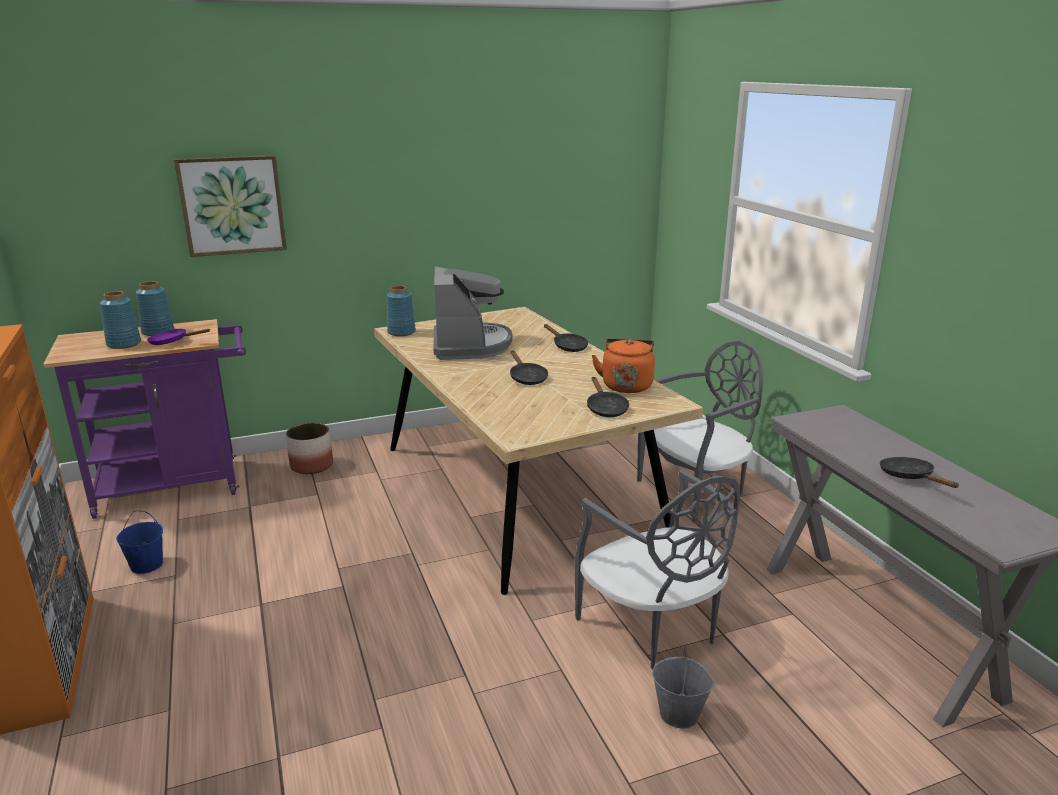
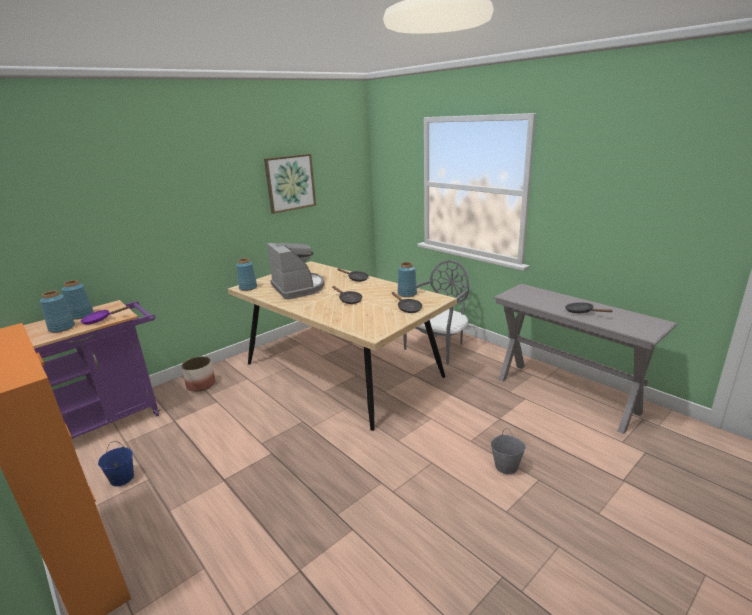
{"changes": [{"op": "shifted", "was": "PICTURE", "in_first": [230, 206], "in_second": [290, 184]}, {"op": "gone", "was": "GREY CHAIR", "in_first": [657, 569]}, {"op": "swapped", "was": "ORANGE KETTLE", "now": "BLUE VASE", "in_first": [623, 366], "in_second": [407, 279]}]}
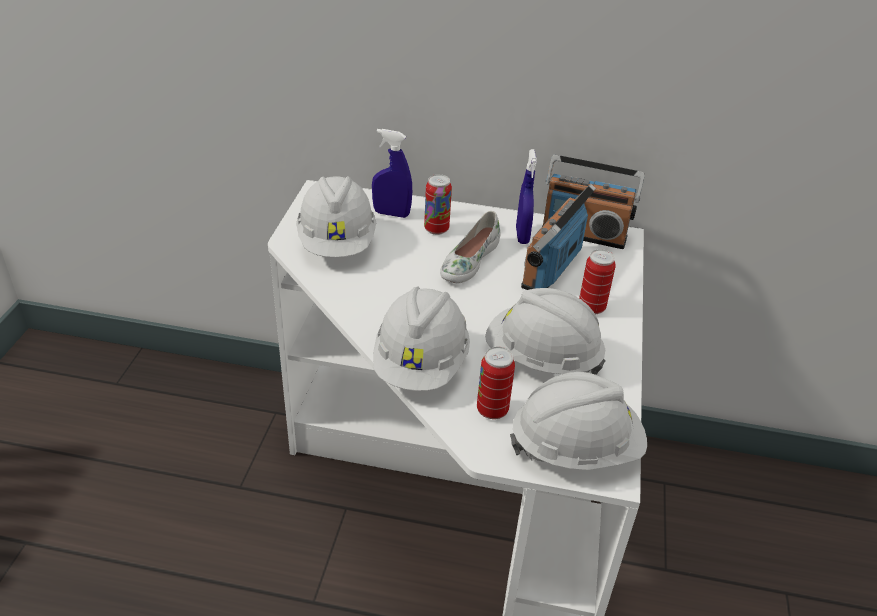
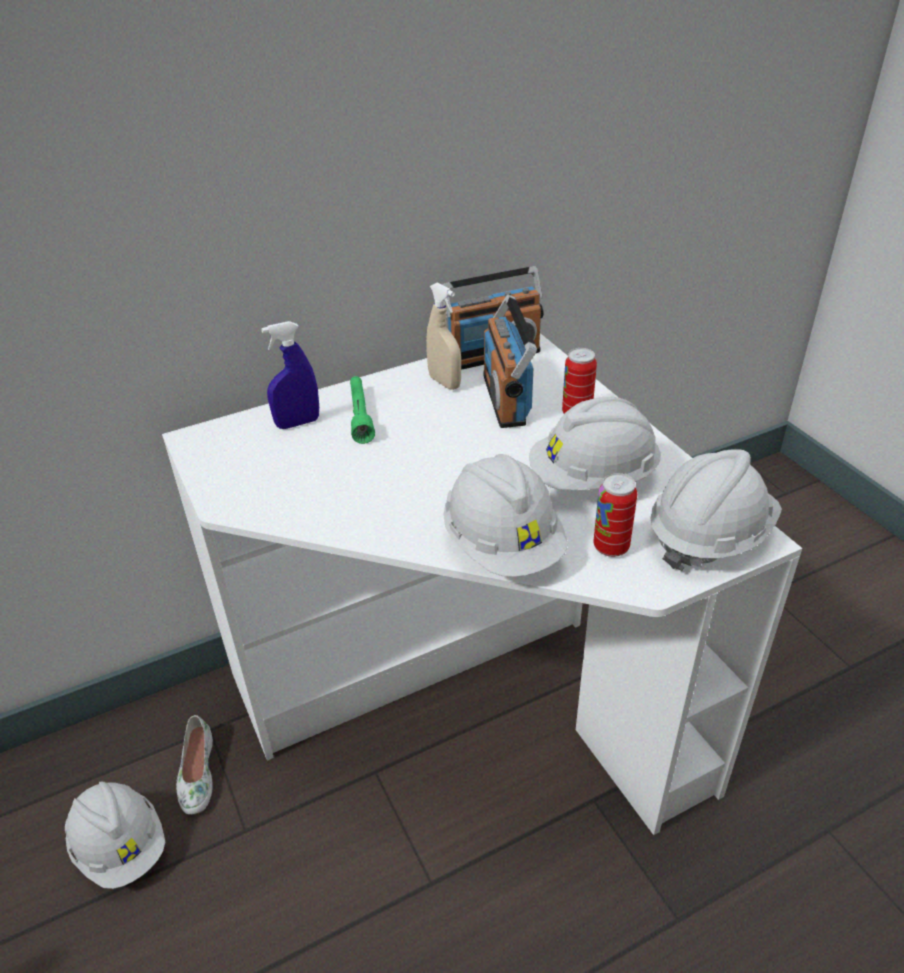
{"changes": [{"op": "shifted", "was": "WHITE HARD HAT", "in_first": [336, 217], "in_second": [115, 835]}, {"op": "swapped", "was": "CAN", "now": "GREEN FLASHLIGHT", "in_first": [438, 204], "in_second": [362, 410]}, {"op": "shifted", "was": "WHITE SHOE", "in_first": [470, 247], "in_second": [194, 764]}, {"op": "repainted", "was": "BLUE SPRAY BOTTLE", "now": "BEIGE SPRAY BOTTLE", "in_first": [526, 196], "in_second": [443, 336]}]}
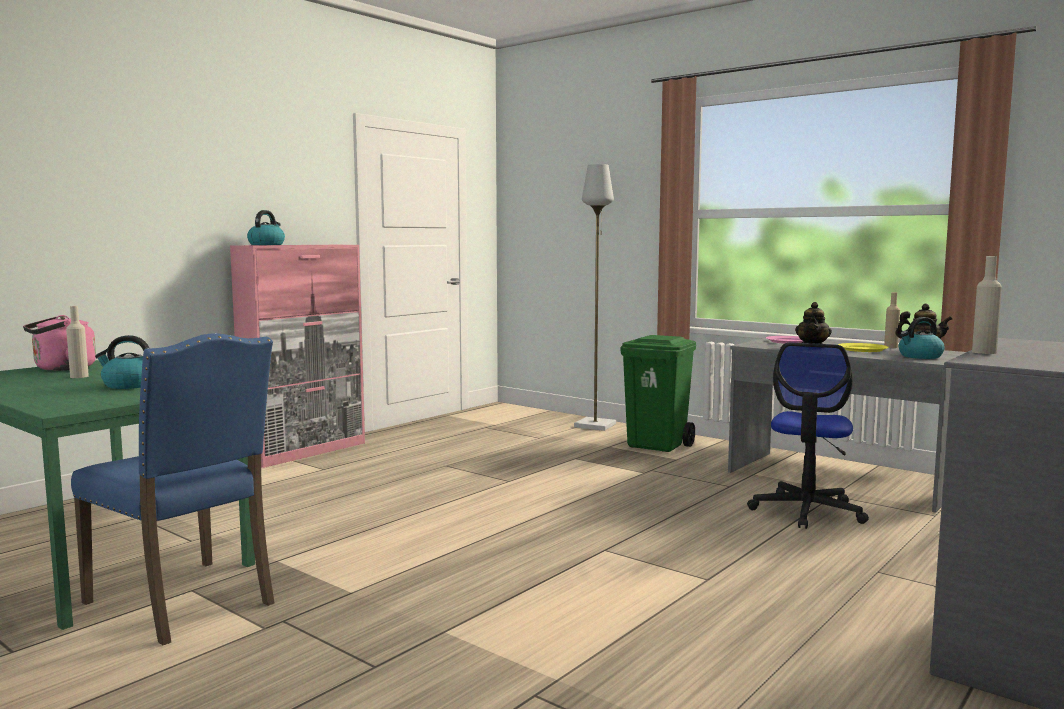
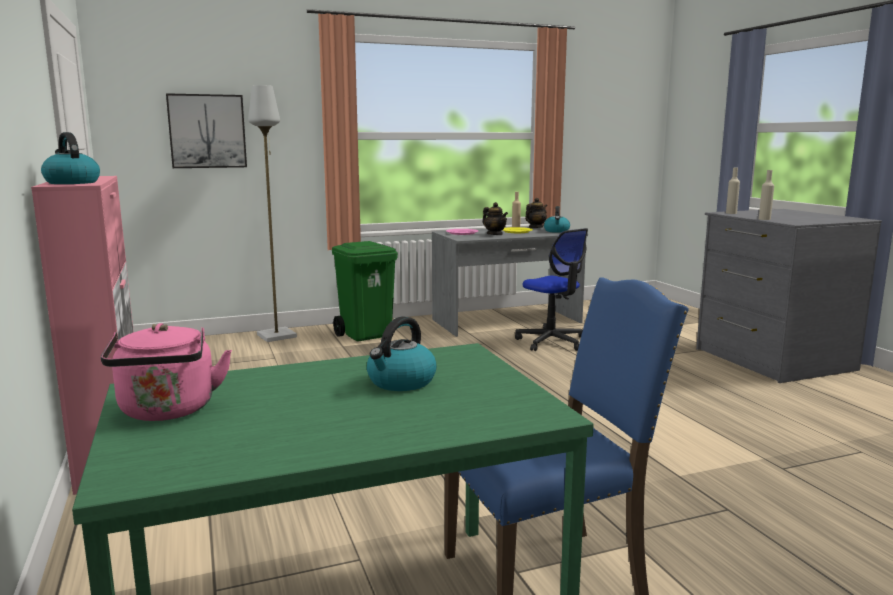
{"changes": [{"op": "shifted", "was": "BEIGE BOTTLE", "in_first": [77, 342], "in_second": [733, 191]}, {"op": "new", "now": "PICTURE", "in_second": [206, 130]}]}
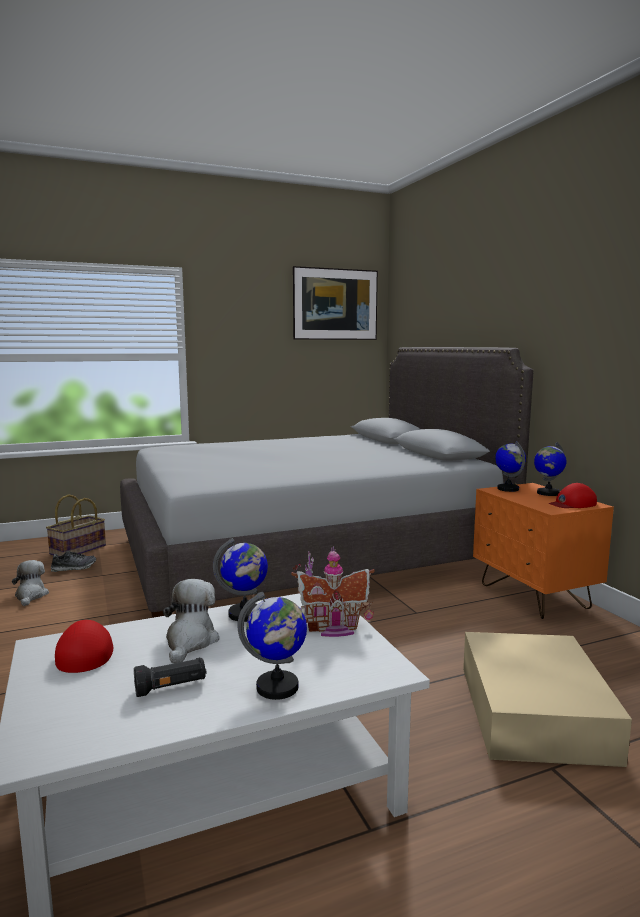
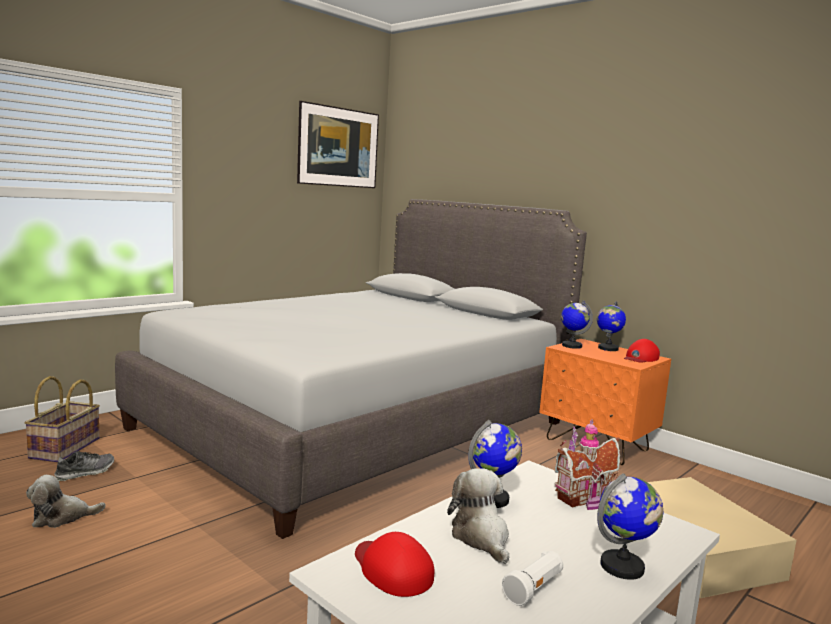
{"changes": [{"op": "rotated", "was": "PLUSH TOY", "in_first": [30, 583], "in_second": [66, 501], "clockwise": -75}, {"op": "repainted", "was": "BLACK FLASHLIGHT", "now": "WHITE FLASHLIGHT", "in_first": [170, 677], "in_second": [532, 578]}]}
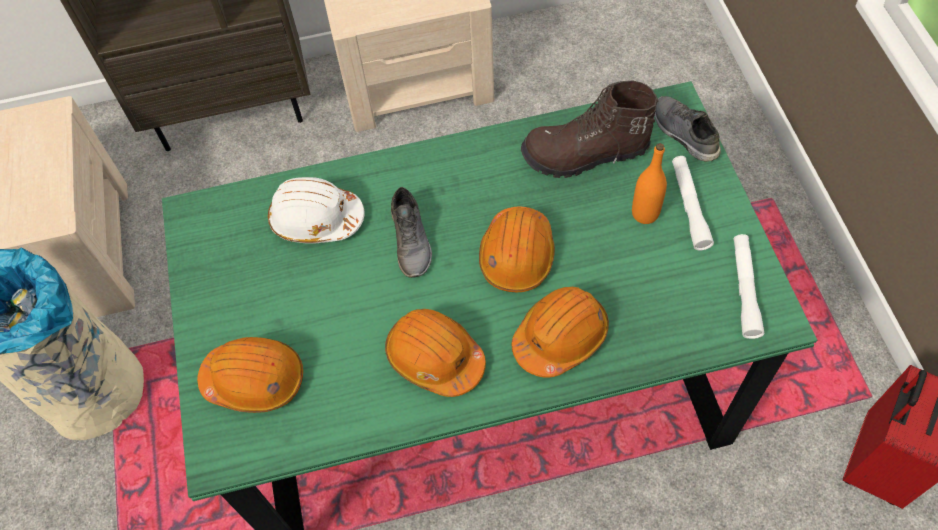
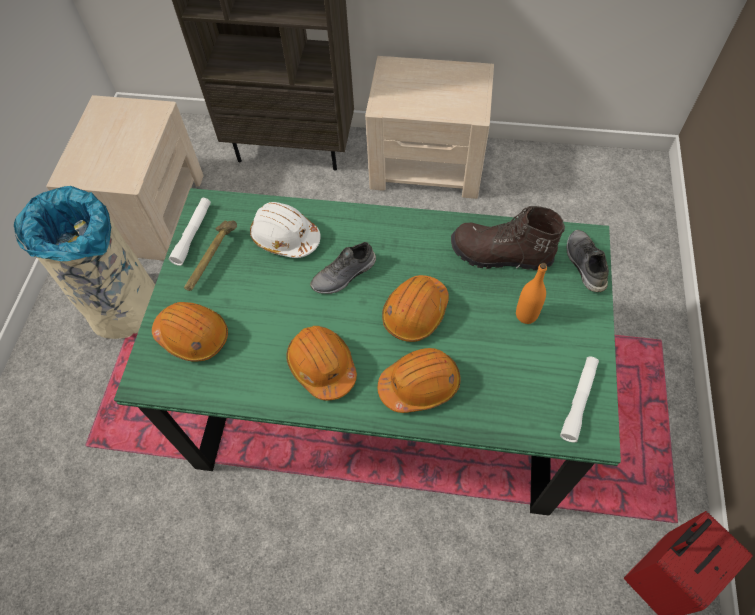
{"changes": [{"op": "rotated", "was": "GREY SHOE", "in_first": [411, 232], "in_second": [343, 268], "clockwise": 45}, {"op": "shifted", "was": "WHITE FLASHLIGHT", "in_first": [693, 203], "in_second": [190, 232]}, {"op": "new", "now": "HAMMER", "in_second": [210, 255]}]}
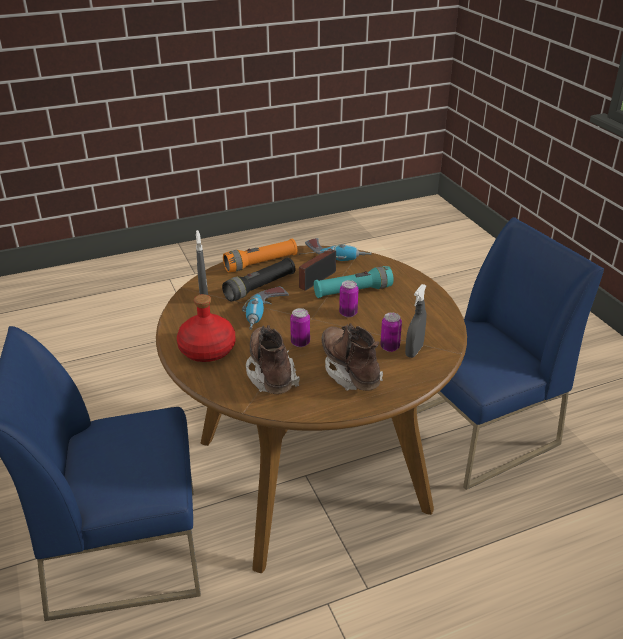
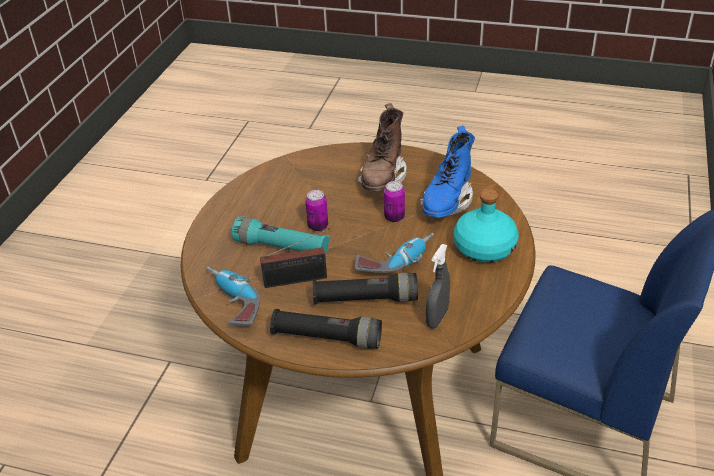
{"changes": [{"op": "repainted", "was": "RED BOTTLE", "now": "TURQUOISE BOTTLE", "in_first": [206, 328], "in_second": [486, 225]}, {"op": "repainted", "was": "ORANGE FLASHLIGHT", "now": "BLACK FLASHLIGHT", "in_first": [260, 255], "in_second": [326, 329]}, {"op": "repainted", "was": "BROWN BOOT", "now": "BLUE BOOT", "in_first": [273, 359], "in_second": [447, 172]}, {"op": "gone", "was": "CAN", "in_first": [391, 332]}, {"op": "gone", "was": "GREY SPRAY BOTTLE", "in_first": [415, 321]}, {"op": "gone", "was": "BLUE CHAIR", "in_first": [510, 353]}]}
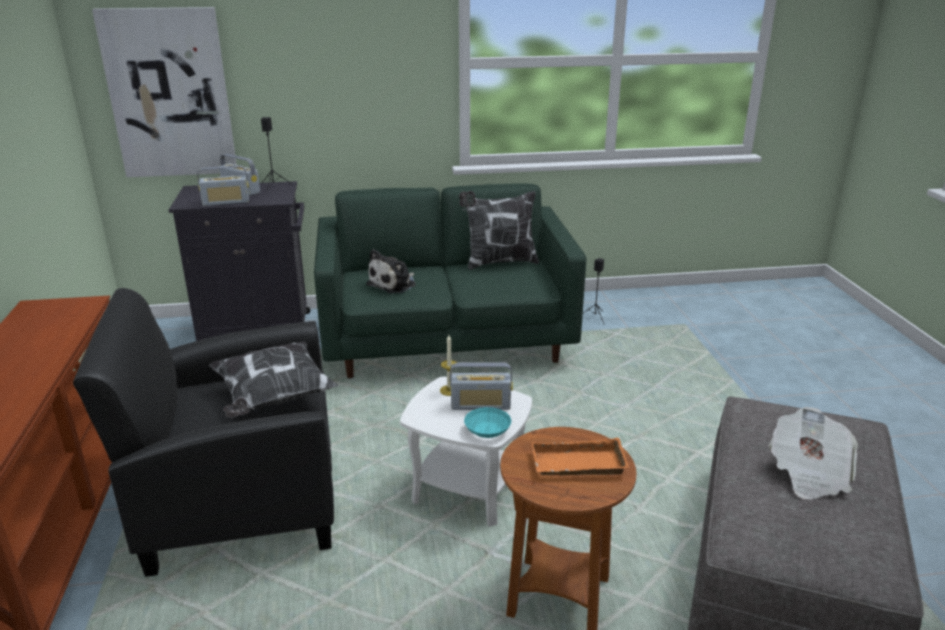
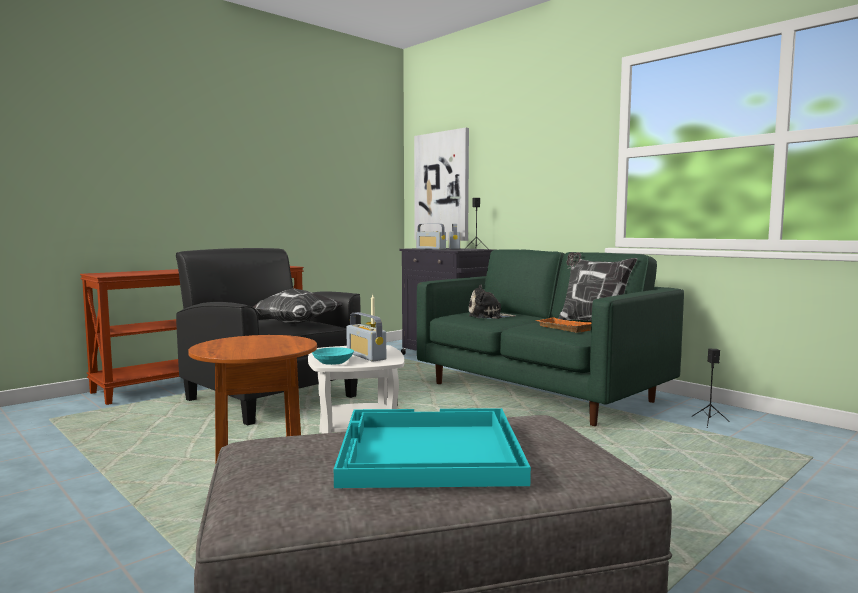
{"changes": [{"op": "shifted", "was": "ORANGE TRAY", "in_first": [580, 456], "in_second": [564, 325]}, {"op": "swapped", "was": "NEWSPAPER", "now": "TURQUOISE TRAY", "in_first": [813, 453], "in_second": [432, 448]}]}
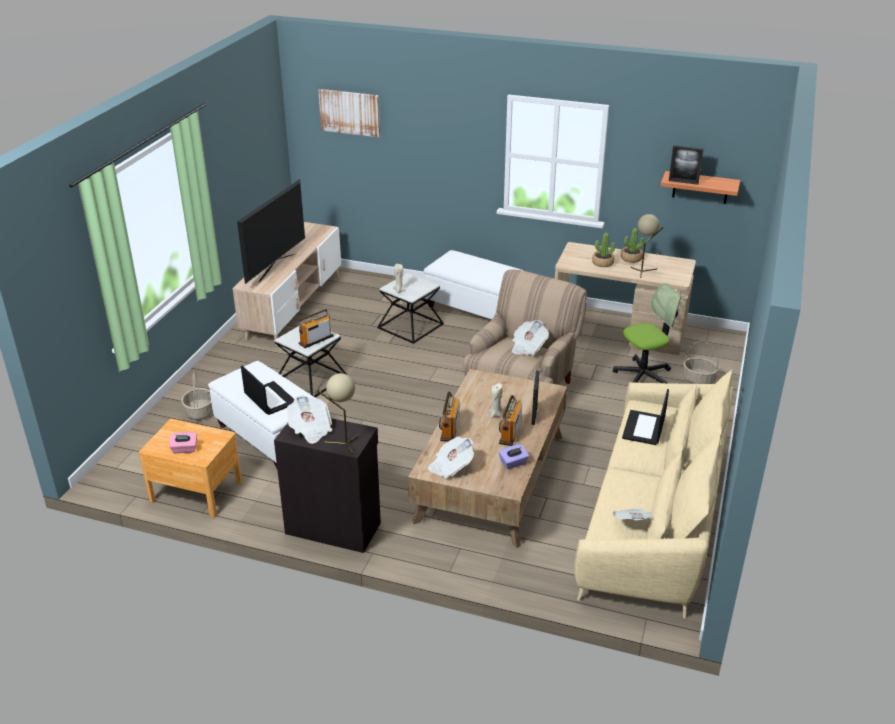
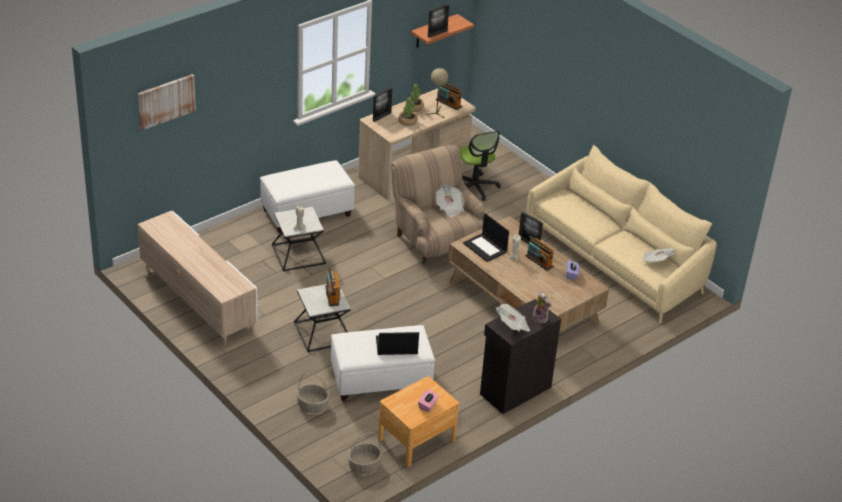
{"changes": [{"op": "gone", "was": "TELEVISION", "in_first": [271, 231]}, {"op": "swapped", "was": "BEIGE TABLE LAMP", "now": "PLUSH TOY", "in_first": [338, 413], "in_second": [542, 308]}, {"op": "gone", "was": "NEWSPAPER", "in_first": [451, 457]}, {"op": "shifted", "was": "RADIO", "in_first": [449, 416], "in_second": [449, 96]}, {"op": "rotated", "was": "OFFICE CHAIR", "in_first": [647, 333], "in_second": [480, 166], "clockwise": 150}, {"op": "shifted", "was": "LAPTOP", "in_first": [645, 417], "in_second": [486, 237]}, {"op": "shifted", "was": "BASKET", "in_first": [701, 362], "in_second": [365, 453]}, {"op": "new", "now": "PICTURE FRAME", "in_second": [382, 104]}]}
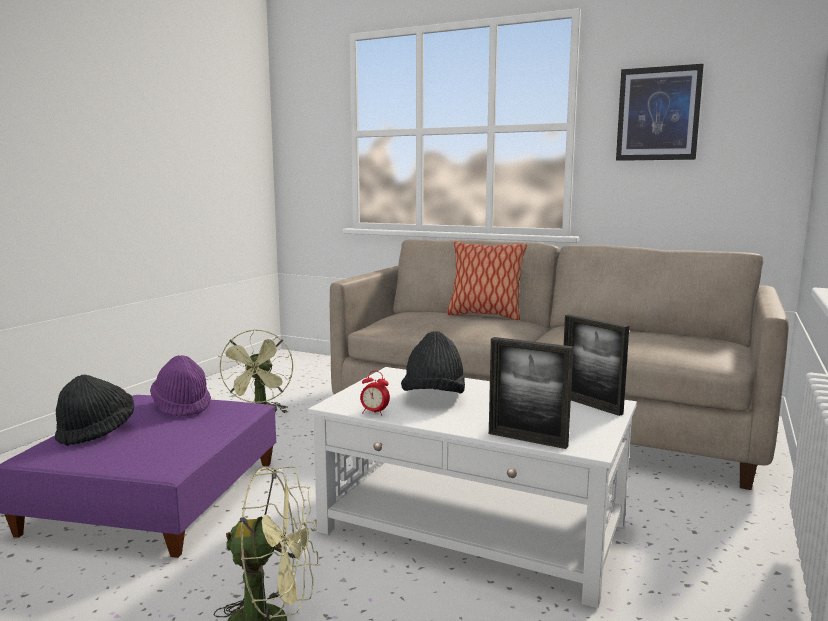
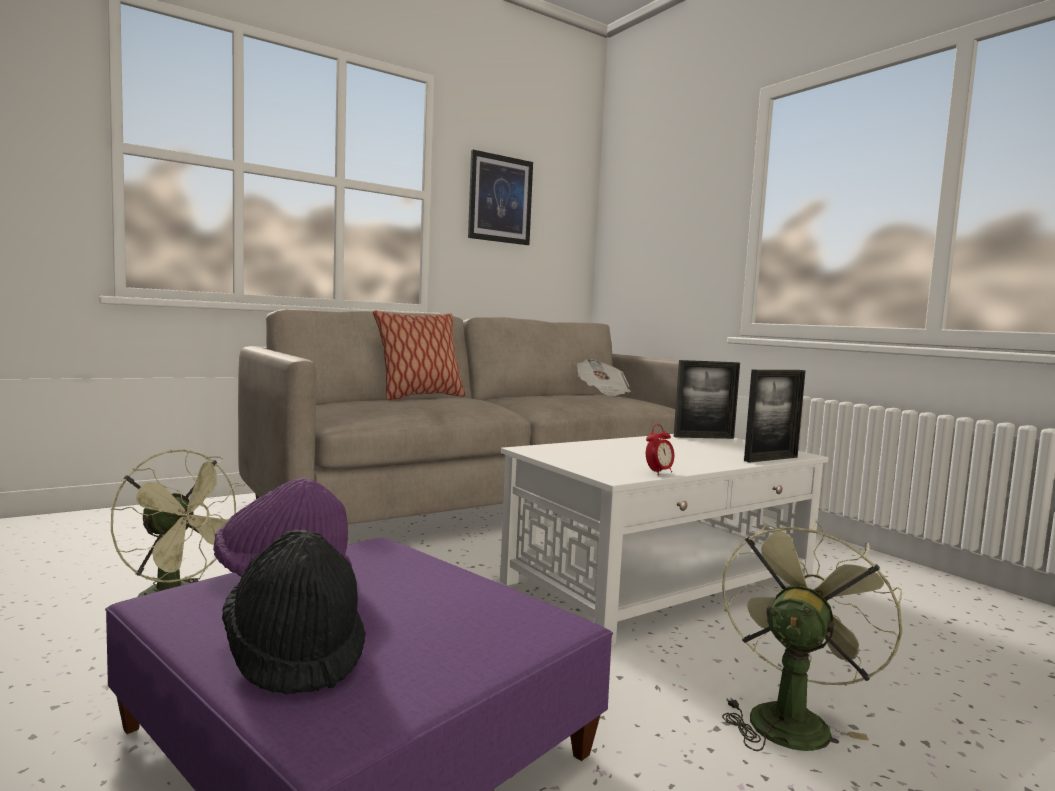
{"changes": [{"op": "gone", "was": "BLACK HAT", "in_first": [433, 362]}, {"op": "new", "now": "NEWSPAPER", "in_second": [604, 377]}]}
